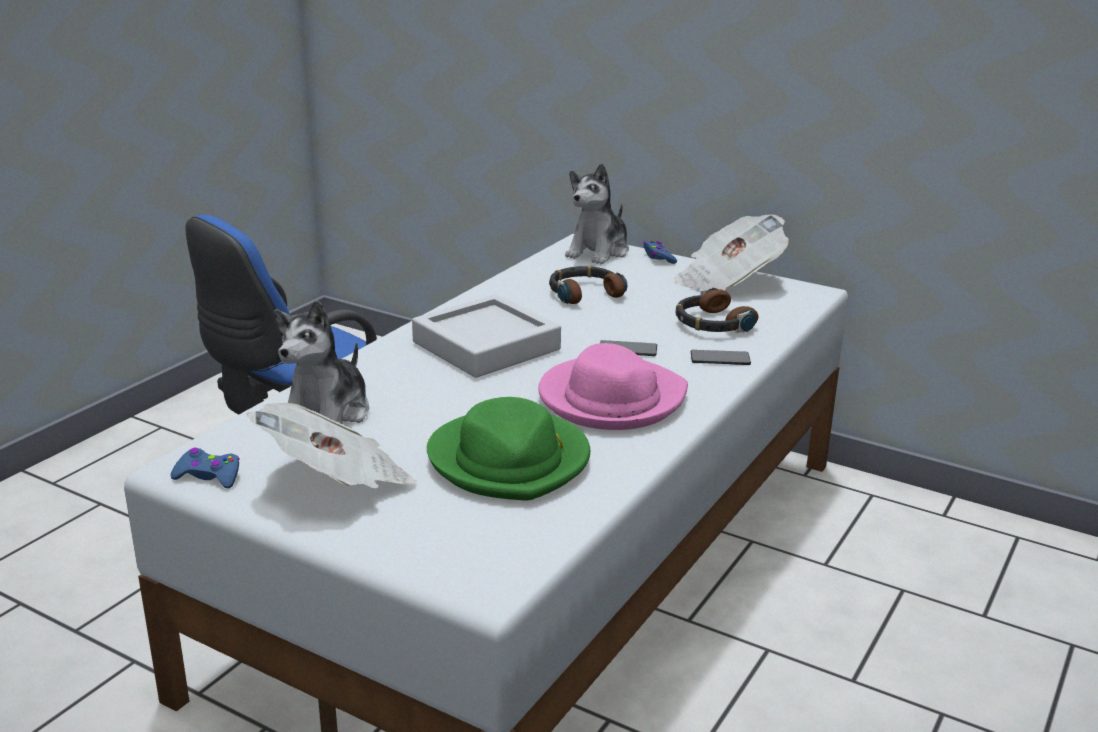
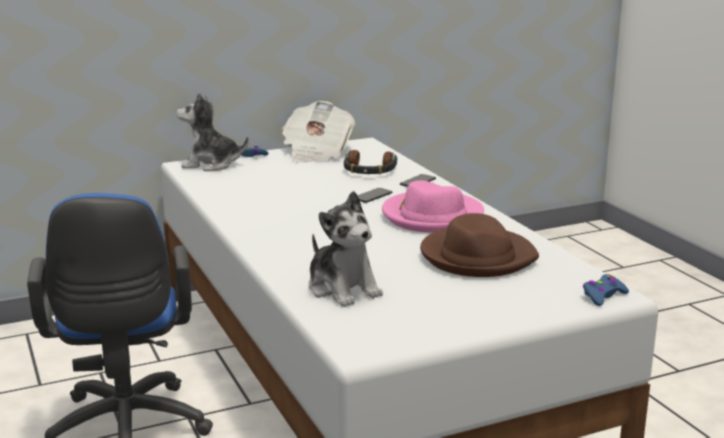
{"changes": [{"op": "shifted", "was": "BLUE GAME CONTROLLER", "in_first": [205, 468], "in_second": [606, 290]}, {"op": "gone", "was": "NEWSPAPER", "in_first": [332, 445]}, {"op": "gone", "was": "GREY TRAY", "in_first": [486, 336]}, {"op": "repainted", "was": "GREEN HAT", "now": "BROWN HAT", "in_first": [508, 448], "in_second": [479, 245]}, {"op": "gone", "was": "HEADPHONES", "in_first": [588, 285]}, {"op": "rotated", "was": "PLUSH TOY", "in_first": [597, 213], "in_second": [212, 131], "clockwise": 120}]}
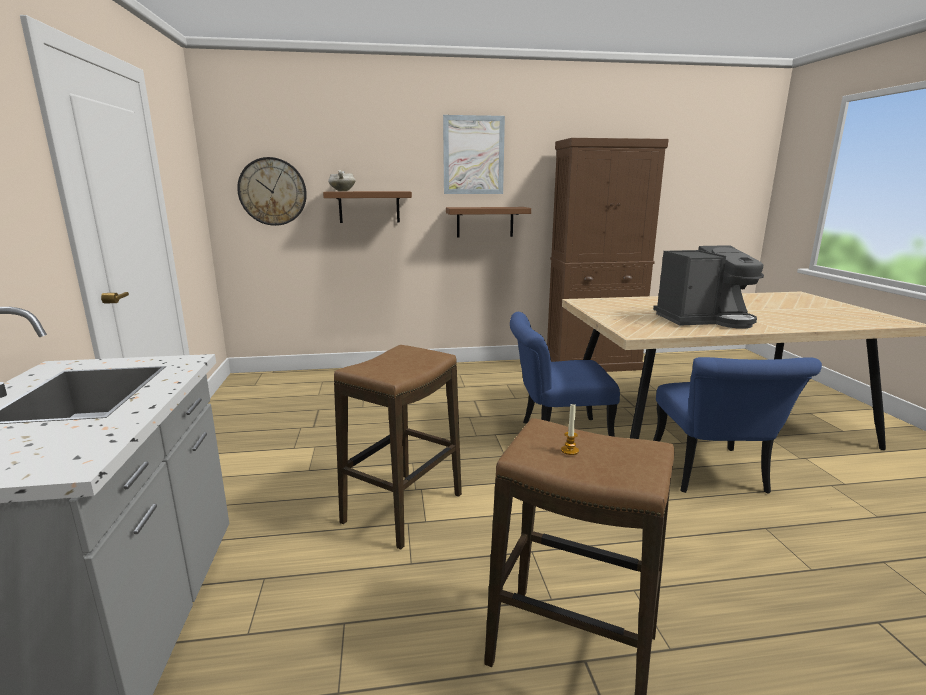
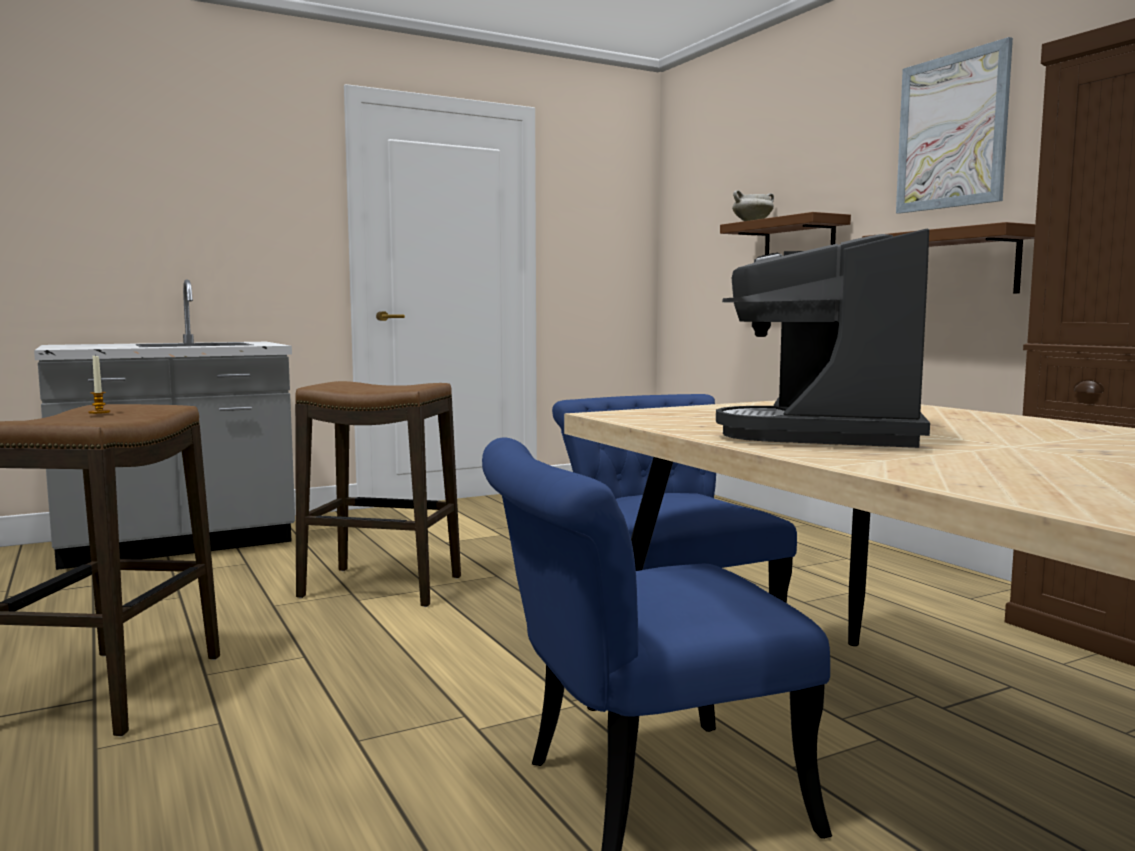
{"changes": [{"op": "gone", "was": "WALL CLOCK", "in_first": [272, 191]}, {"op": "rotated", "was": "COFFEE MACHINE", "in_first": [708, 287], "in_second": [823, 338], "clockwise": 45}]}
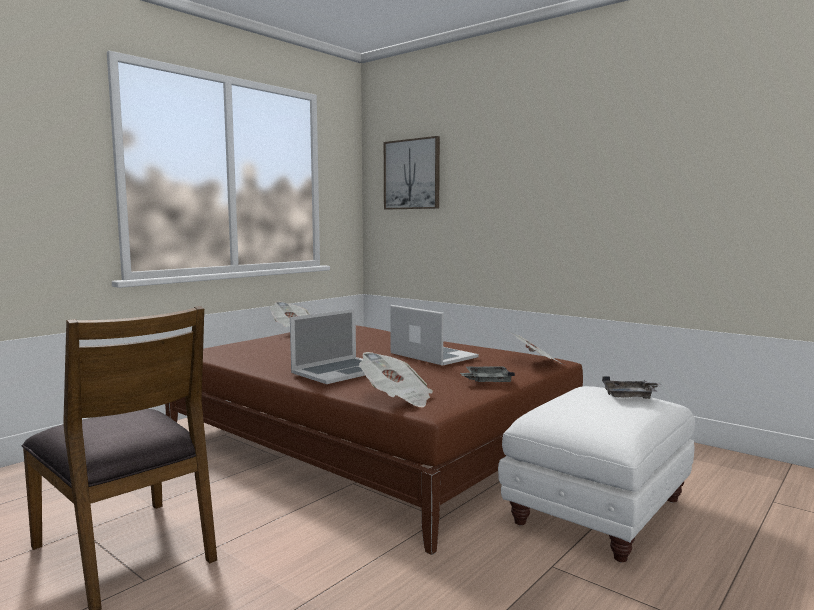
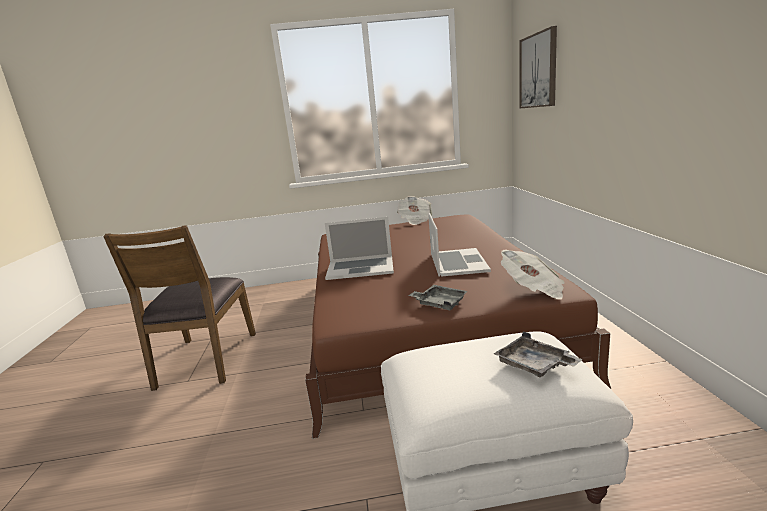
{"changes": [{"op": "gone", "was": "NEWSPAPER", "in_first": [396, 380]}]}
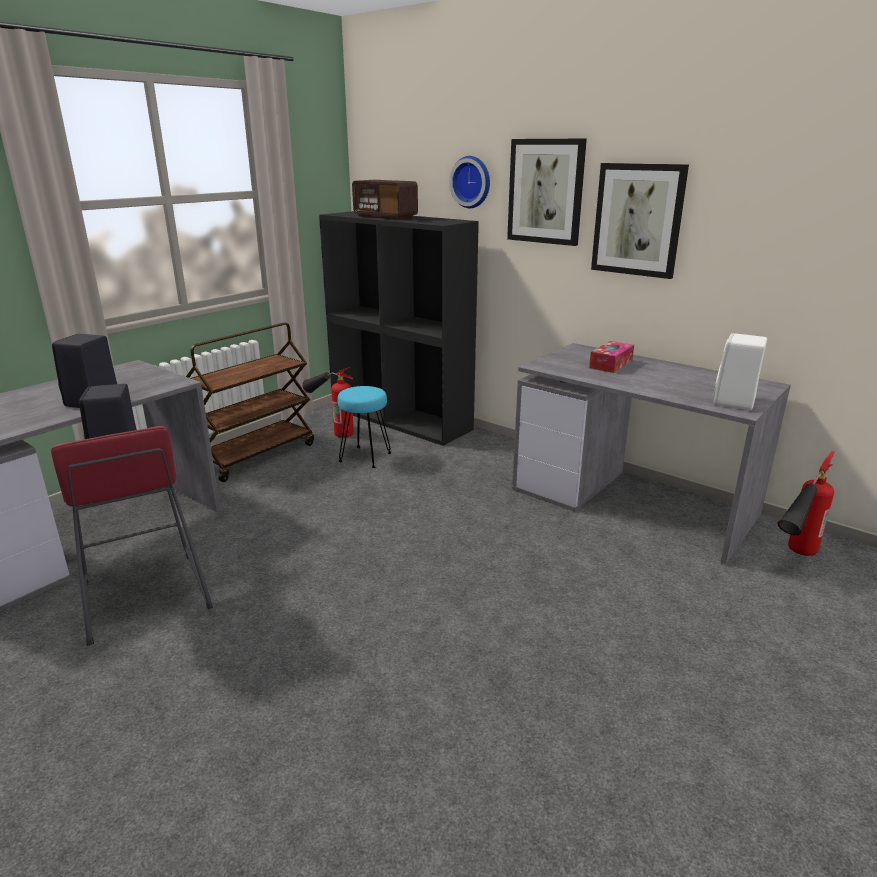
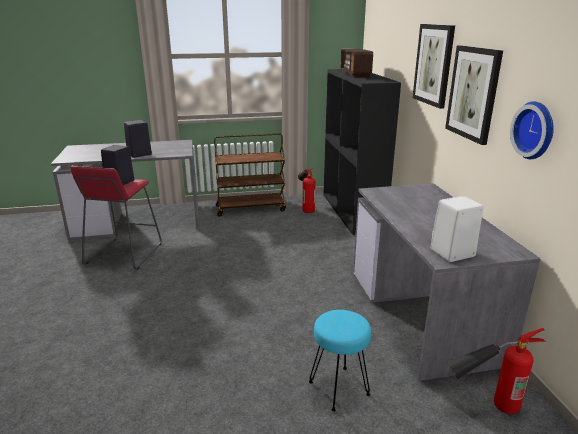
{"changes": [{"op": "shifted", "was": "TURQUOISE STOOL", "in_first": [364, 427], "in_second": [340, 360]}, {"op": "shifted", "was": "WALL CLOCK", "in_first": [469, 182], "in_second": [532, 130]}, {"op": "gone", "was": "TISSUE BOX", "in_first": [611, 357]}]}
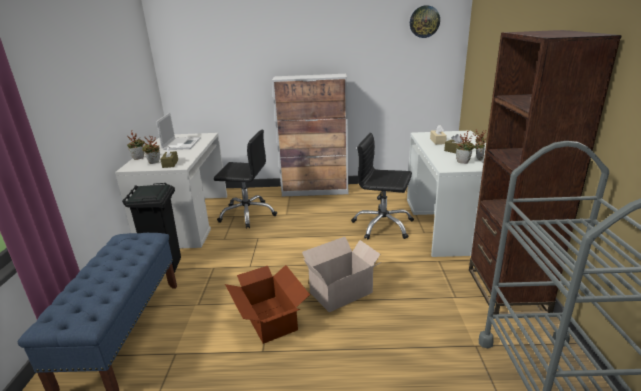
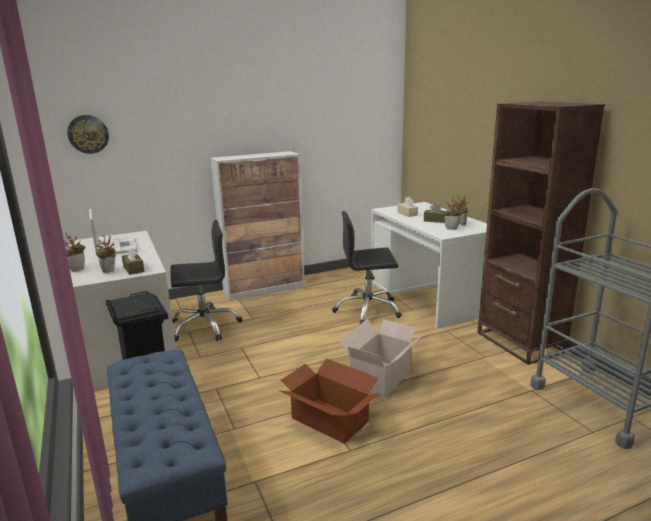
{"changes": [{"op": "shifted", "was": "WALL CLOCK", "in_first": [425, 21], "in_second": [88, 134]}]}
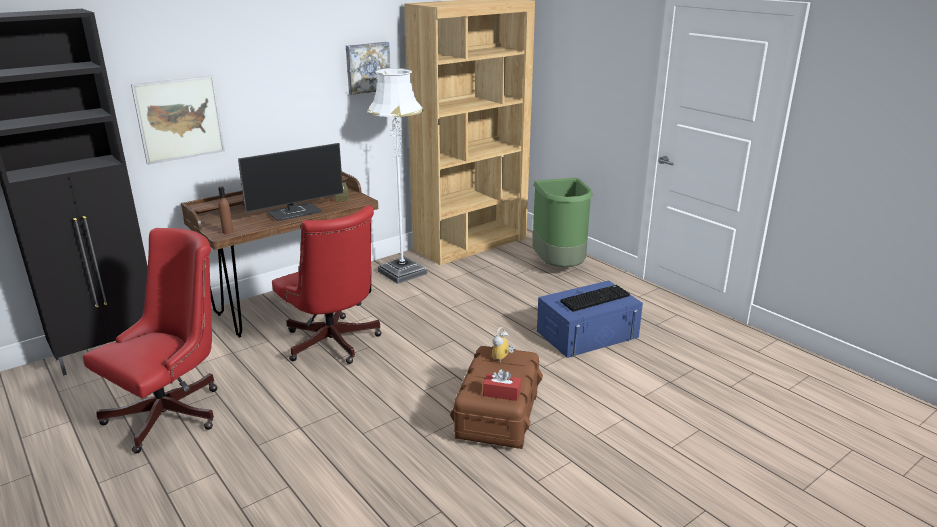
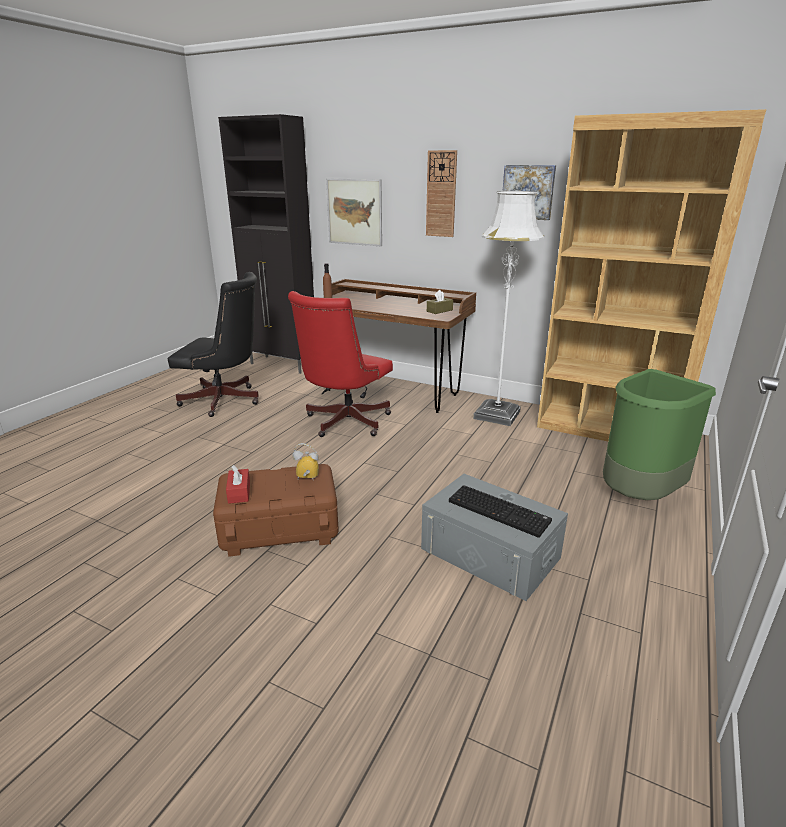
{"changes": [{"op": "repainted", "was": "RED OFFICE CHAIR", "now": "BLACK OFFICE CHAIR", "in_first": [150, 341], "in_second": [213, 344]}, {"op": "gone", "was": "MONITOR", "in_first": [290, 182]}, {"op": "repainted", "was": "BLUE STORAGE BOX", "now": "GREY STORAGE BOX", "in_first": [590, 319], "in_second": [494, 537]}, {"op": "new", "now": "WALL CLOCK", "in_second": [441, 193]}]}
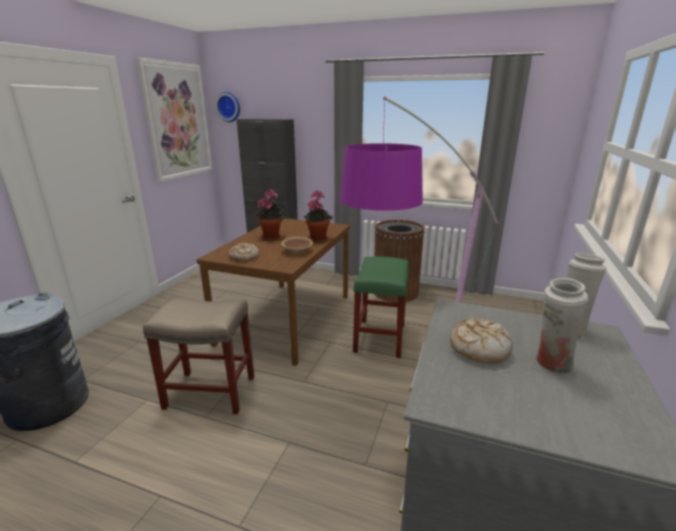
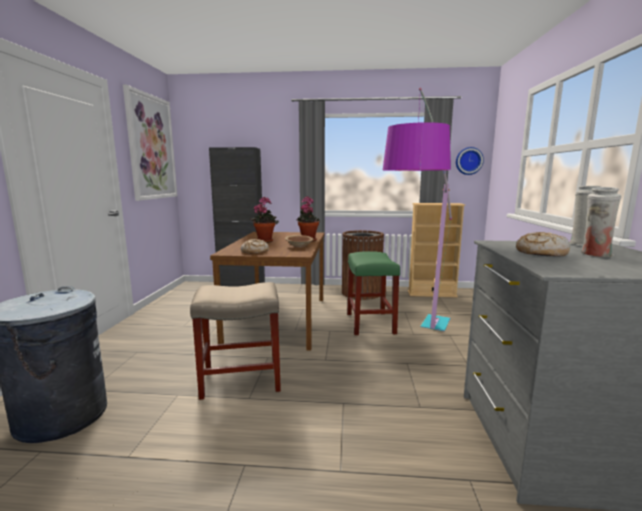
{"changes": [{"op": "shifted", "was": "WALL CLOCK", "in_first": [227, 107], "in_second": [470, 161]}, {"op": "new", "now": "BEIGE BOOKCASE", "in_second": [436, 250]}]}
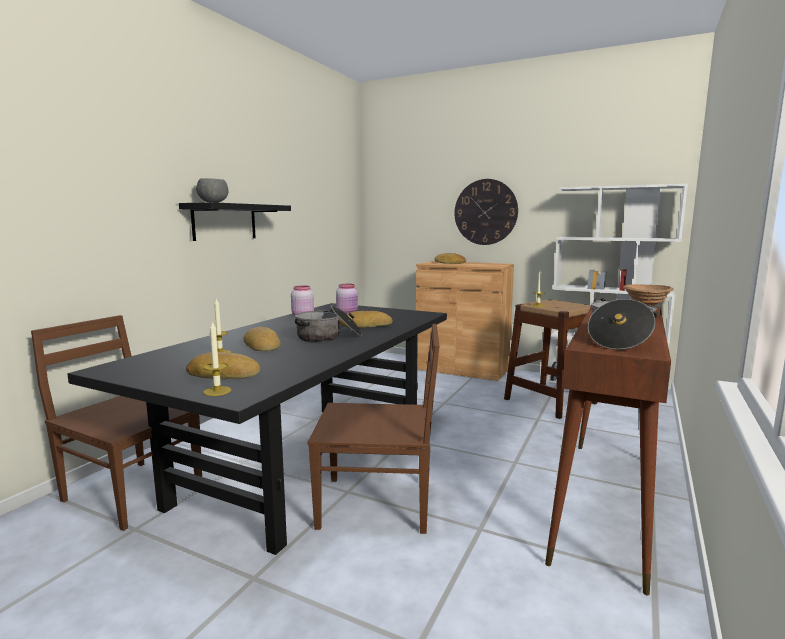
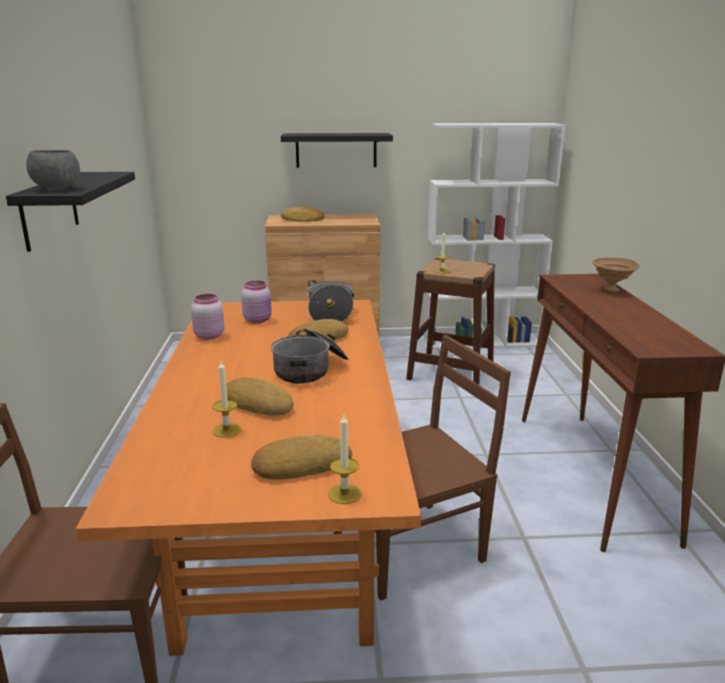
{"changes": [{"op": "repainted", "was": "BLACK DINING TABLE", "now": "ORANGE DINING TABLE", "in_first": [257, 429], "in_second": [248, 478]}, {"op": "swapped", "was": "WALL CLOCK", "now": "BLACK SHELF", "in_first": [486, 212], "in_second": [337, 150]}, {"op": "shifted", "was": "COOKING POT", "in_first": [622, 324], "in_second": [331, 301]}]}
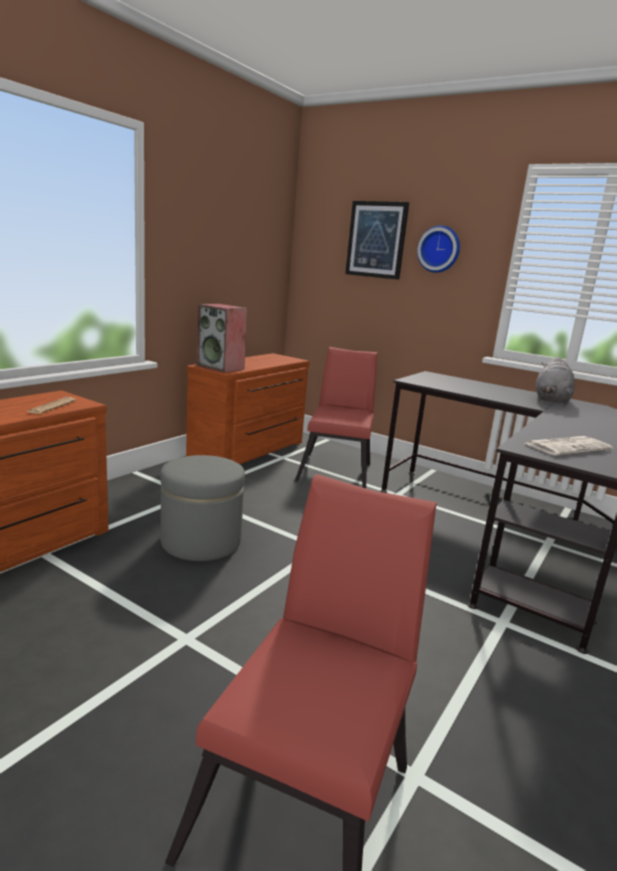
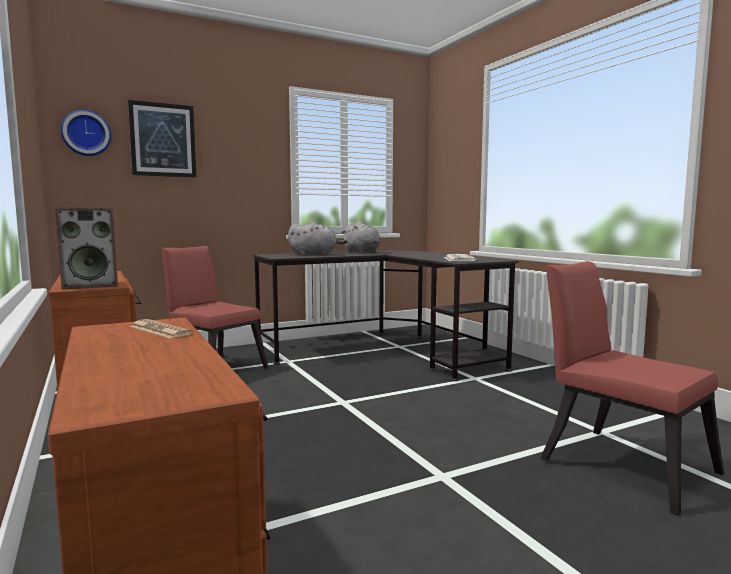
{"changes": [{"op": "gone", "was": "GREY OTTOMAN", "in_first": [202, 508]}, {"op": "shifted", "was": "WALL CLOCK", "in_first": [438, 249], "in_second": [86, 133]}, {"op": "new", "now": "GREY PLUSH TOY", "in_second": [317, 238]}]}
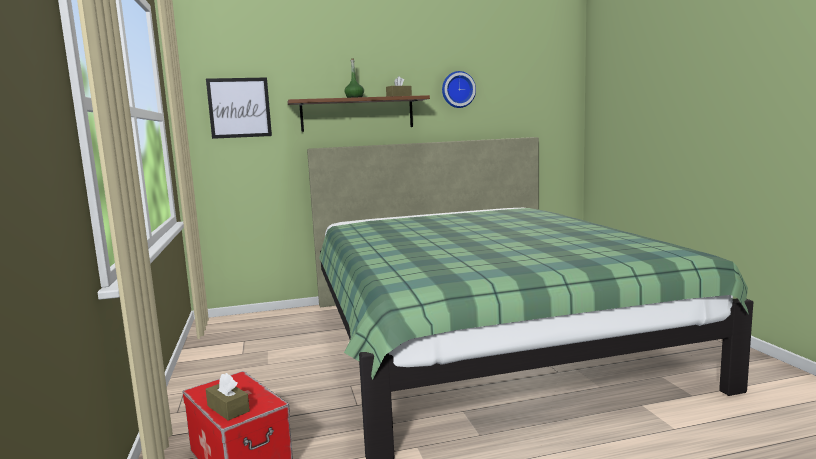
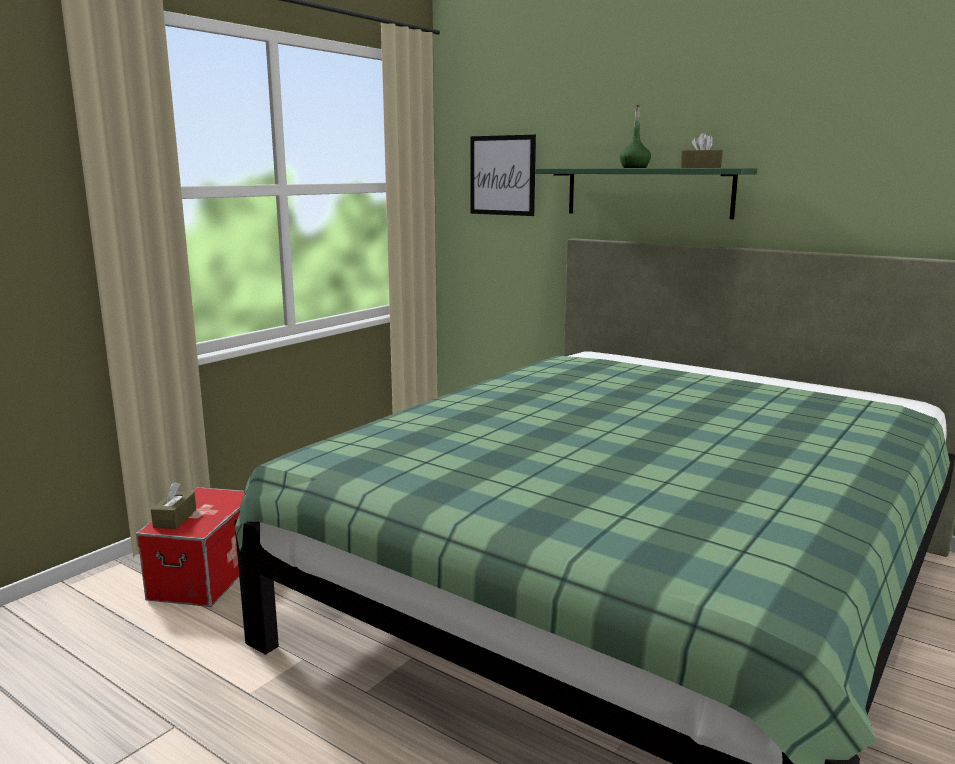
{"changes": [{"op": "repainted", "was": "BROWN SHELF", "now": "GREEN SHELF", "in_first": [359, 113], "in_second": [646, 193]}, {"op": "gone", "was": "WALL CLOCK", "in_first": [459, 89]}]}
